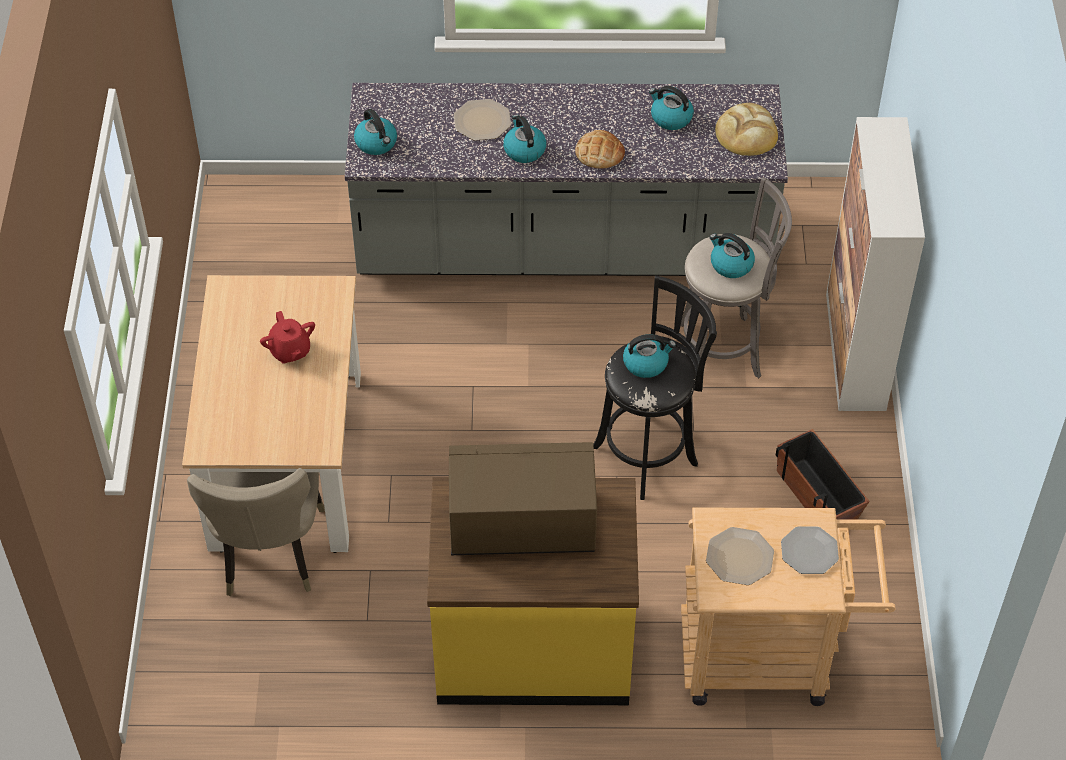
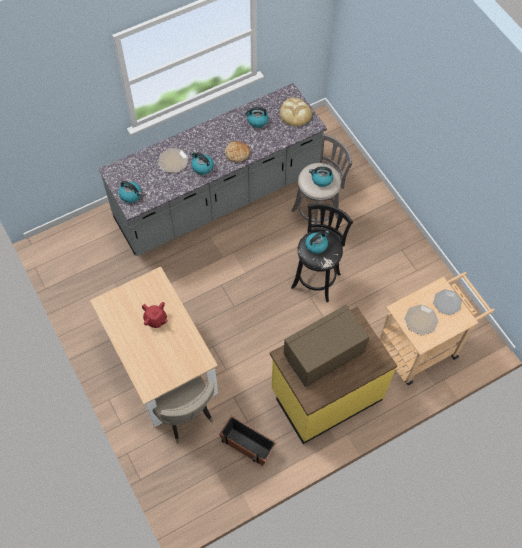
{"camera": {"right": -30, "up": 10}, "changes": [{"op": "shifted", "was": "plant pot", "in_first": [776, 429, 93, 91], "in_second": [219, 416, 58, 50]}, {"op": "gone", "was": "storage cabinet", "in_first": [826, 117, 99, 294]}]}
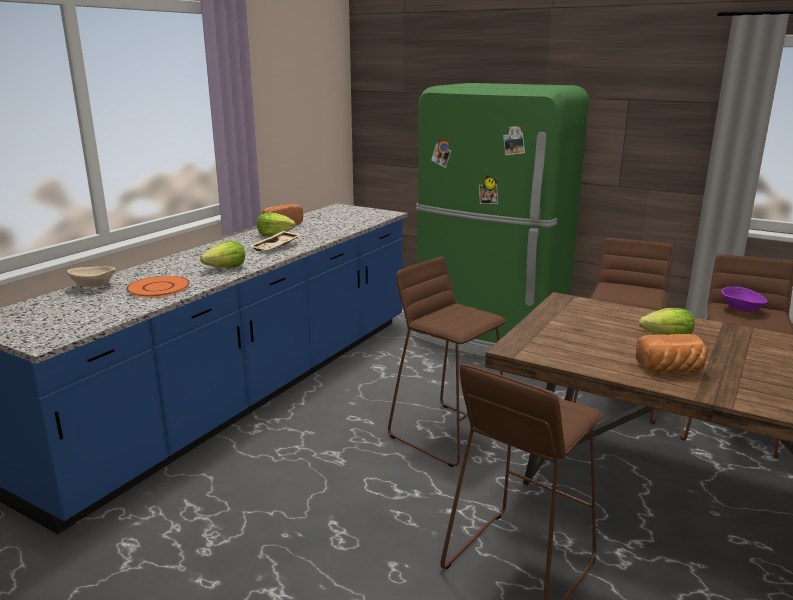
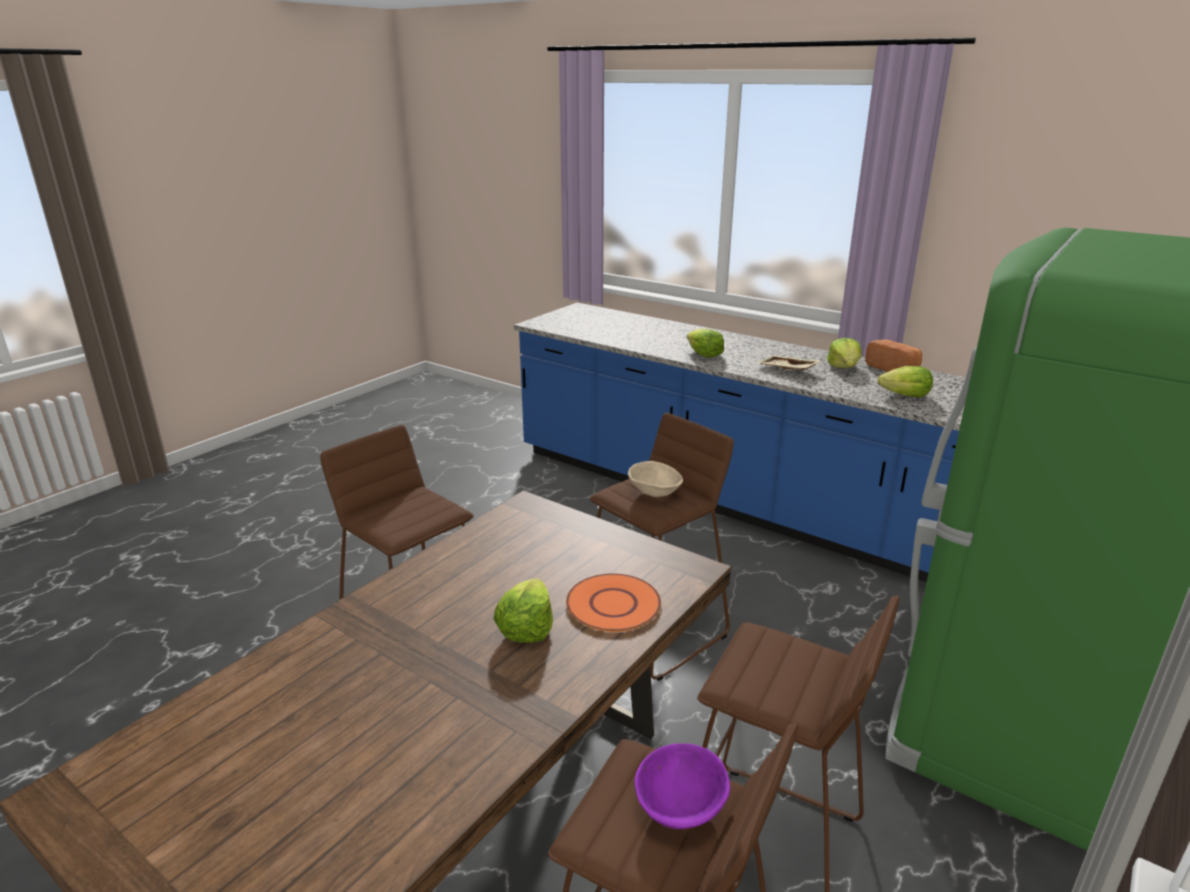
{"camera": {"right": 95, "up": 5}, "changes": [{"op": "shifted", "was": "deep dish (beige)", "in_first": [67, 266, 48, 22], "in_second": [628, 461, 55, 36]}, {"op": "shifted", "was": "flat dish (orangey)", "in_first": [126, 276, 64, 21], "in_second": [566, 573, 95, 59]}, {"op": "gone", "was": "baked bread", "in_first": [636, 334, 72, 39]}, {"op": "new", "now": "head of lettuce", "in_second": [878, 366, 55, 31]}]}
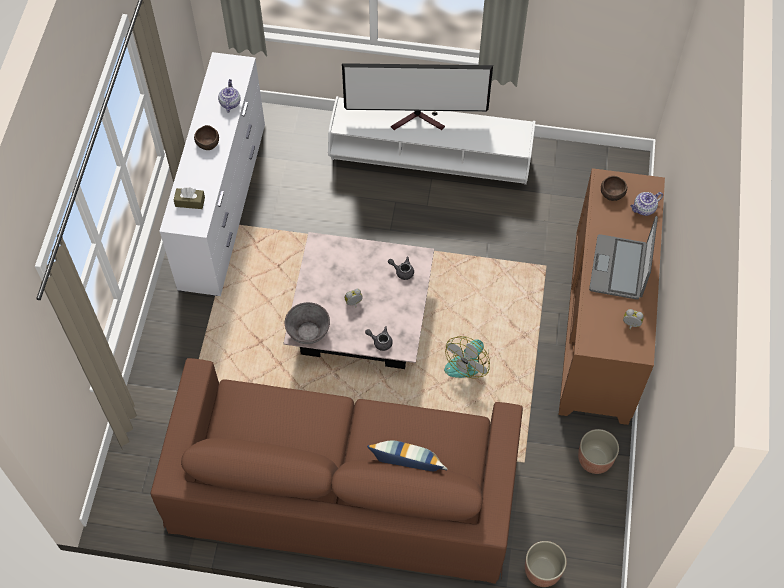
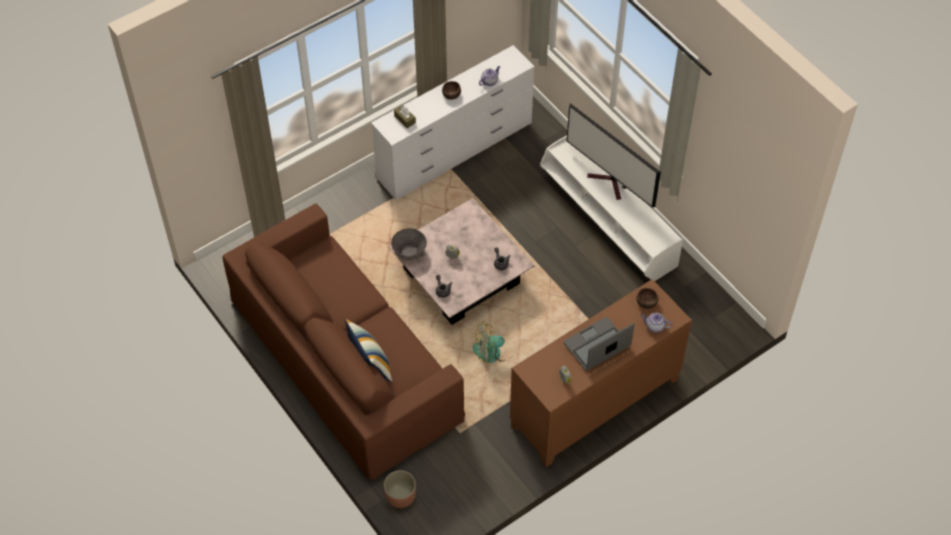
{"camera": {"right": 45, "up": -5}, "changes": [{"op": "gone", "was": "plant pot", "in_first": [578, 429, 41, 45]}]}
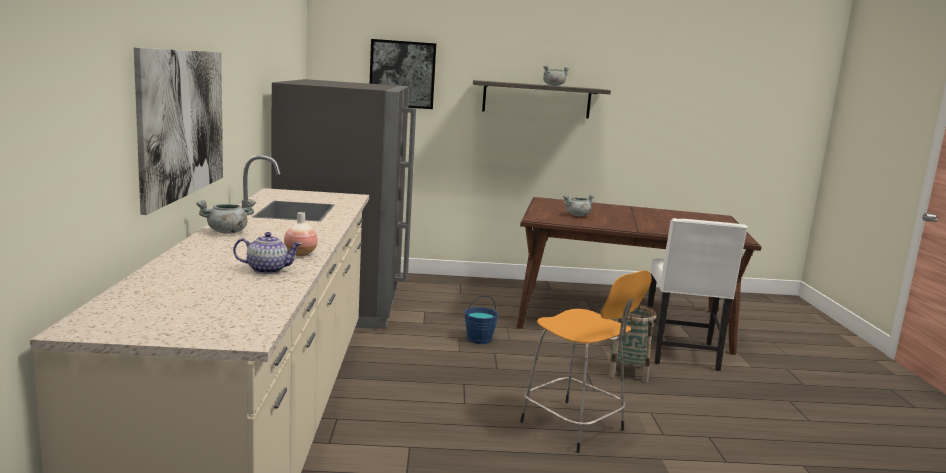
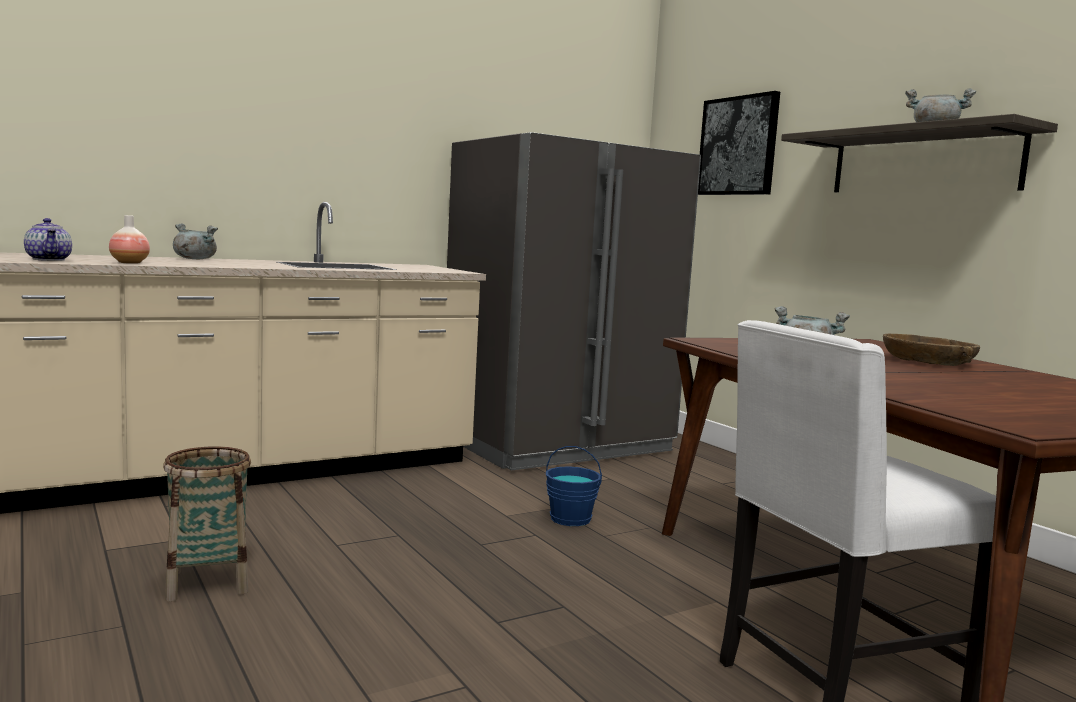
{"camera": {"right": 60, "up": -5}, "changes": [{"op": "gone", "was": "wall picture", "in_first": [134, 47, 89, 168]}, {"op": "gone", "was": "sitting stool (orangey)", "in_first": [520, 270, 132, 183]}, {"op": "shifted", "was": "basket", "in_first": [608, 305, 48, 77], "in_second": [163, 447, 88, 155]}, {"op": "new", "now": "deep dish (brown)", "in_second": [883, 333, 97, 33]}]}
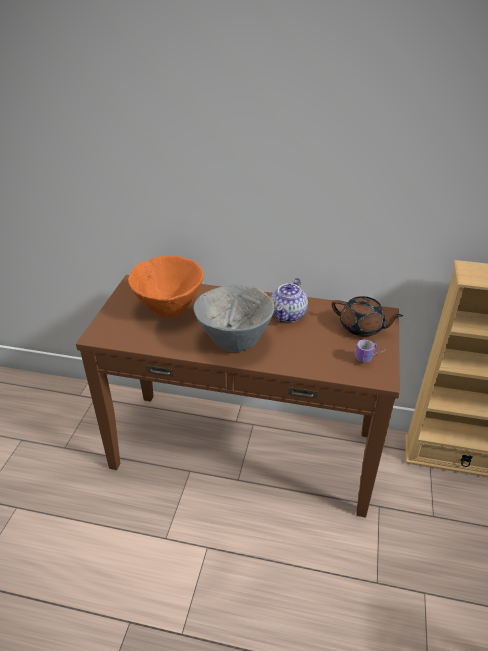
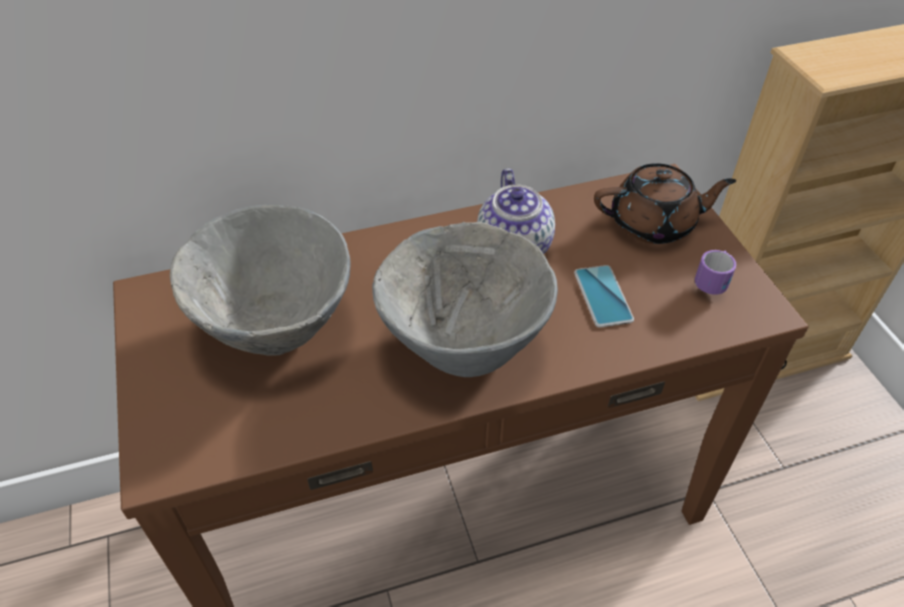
{"camera": {"right": -30, "up": 10}, "changes": [{"op": "repainted", "was": "deep dish (orangey)", "now": "deep dish (grey)", "in_first": [128, 256, 76, 62], "in_second": [170, 205, 180, 151]}, {"op": "new", "now": "handset", "in_second": [574, 265, 60, 62]}]}
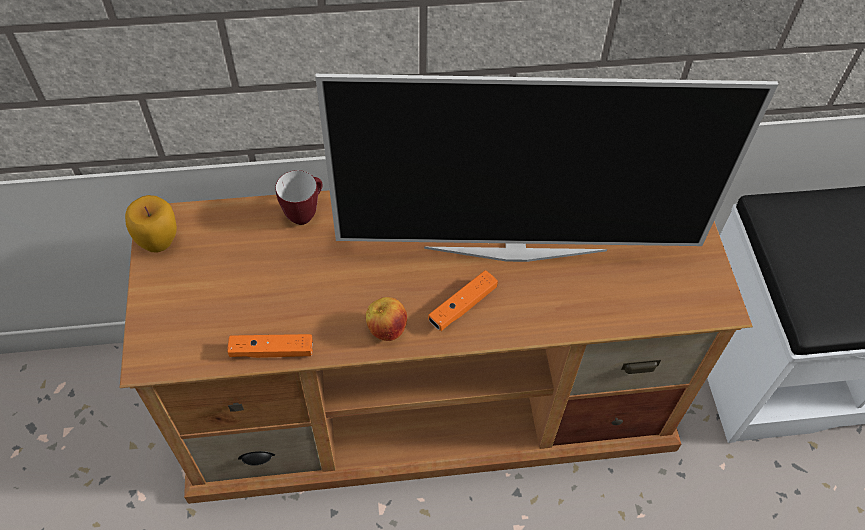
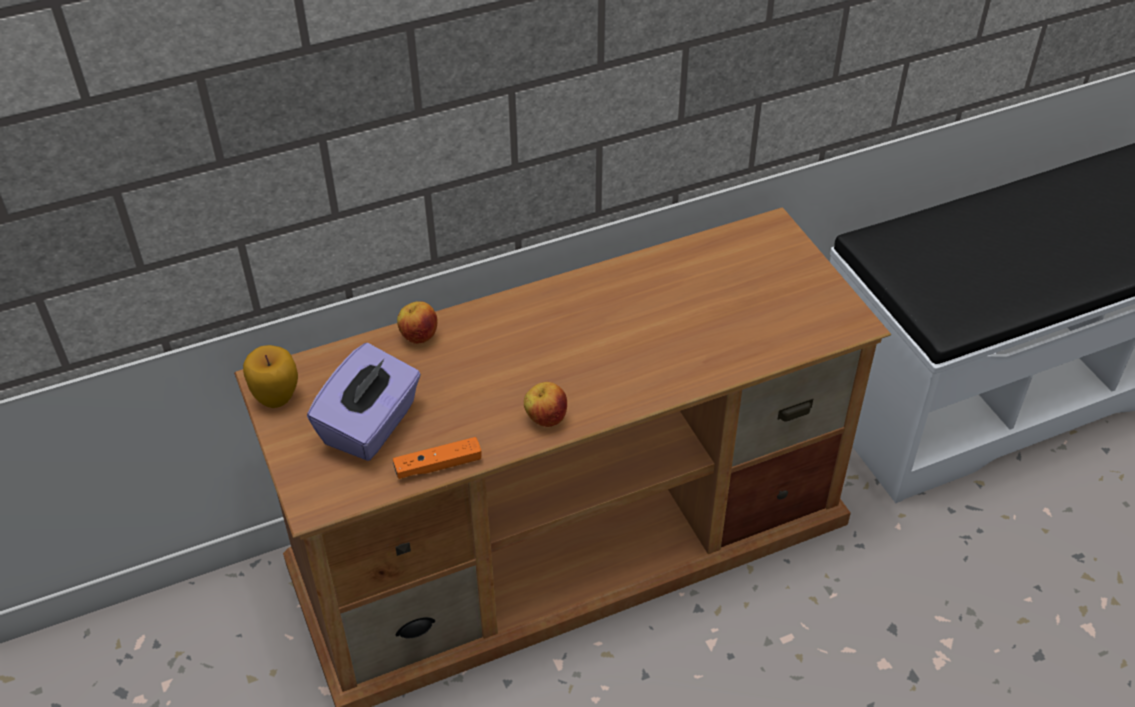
{"camera": {"right": -15, "up": -10}, "changes": [{"op": "swapped", "was": "mug", "now": "apple fruit", "in_first": [275, 170, 47, 55], "in_second": [397, 301, 41, 43]}, {"op": "gone", "was": "TV", "in_first": [315, 74, 463, 188]}, {"op": "gone", "was": "game controller (orangey)", "in_first": [428, 270, 70, 61]}, {"op": "new", "now": "box of tissues (purplish)", "in_second": [307, 343, 114, 118]}]}
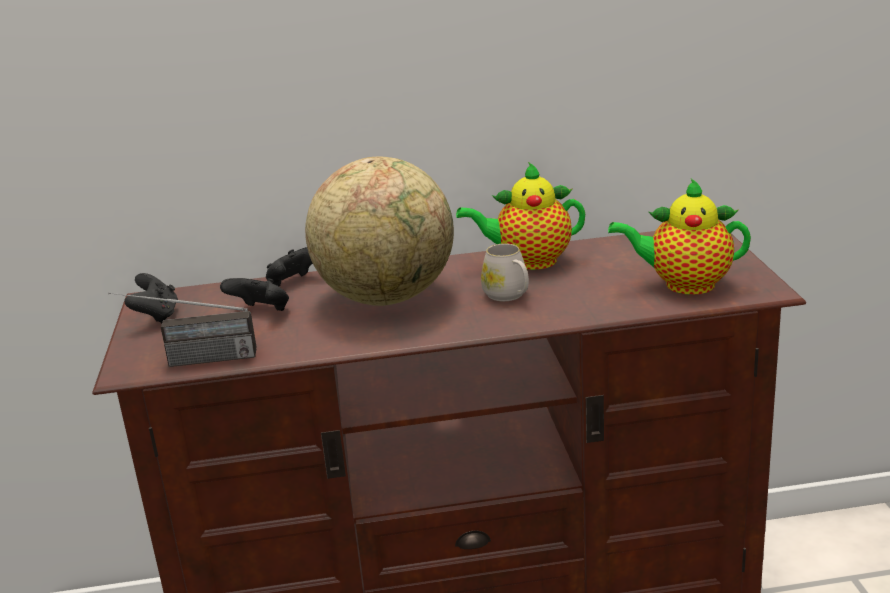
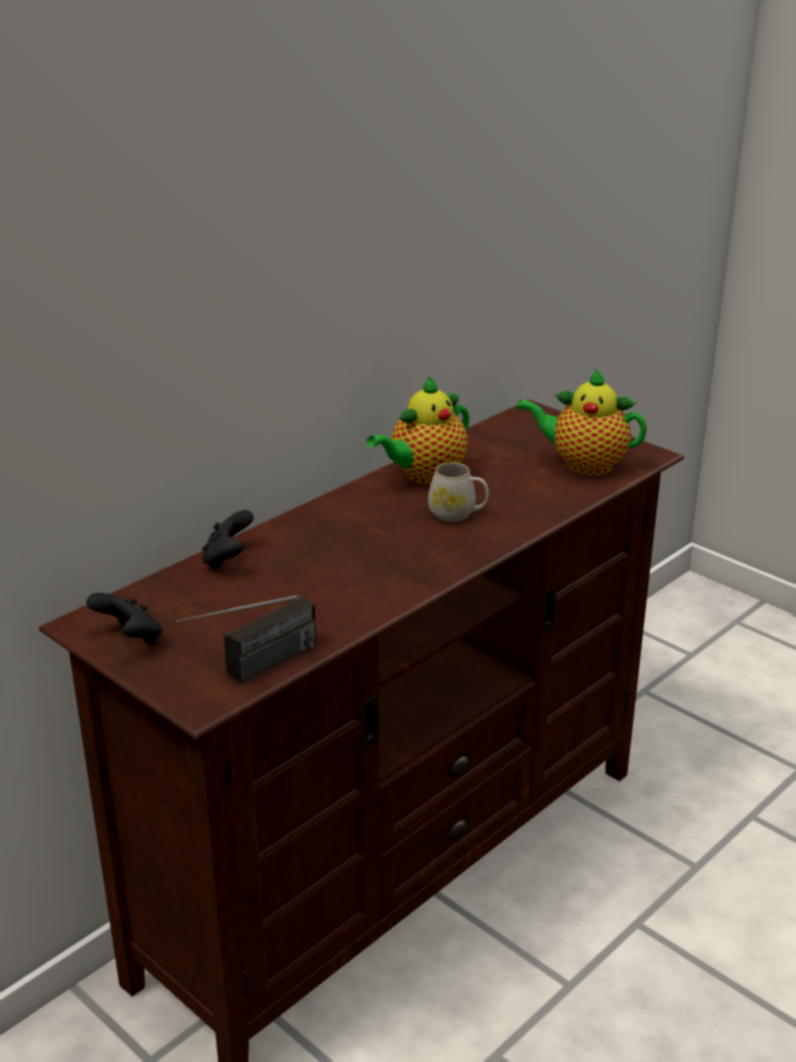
{"camera": {"right": -40, "up": 5}, "changes": [{"op": "gone", "was": "game controller (black)", "in_first": [220, 278, 69, 33]}, {"op": "gone", "was": "desk globe", "in_first": [305, 157, 149, 149]}, {"op": "rotated", "was": "pot for tea", "in_first": [608, 179, 143, 116], "in_second": [516, 367, 131, 109], "clockwise": 45}]}
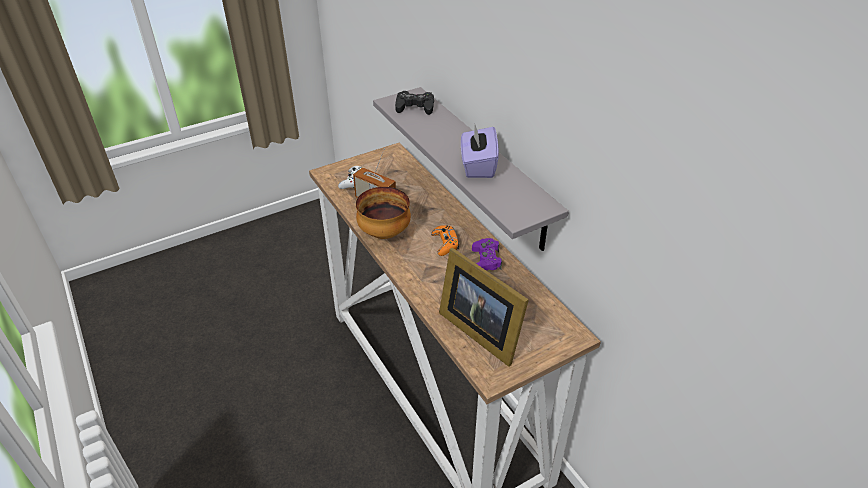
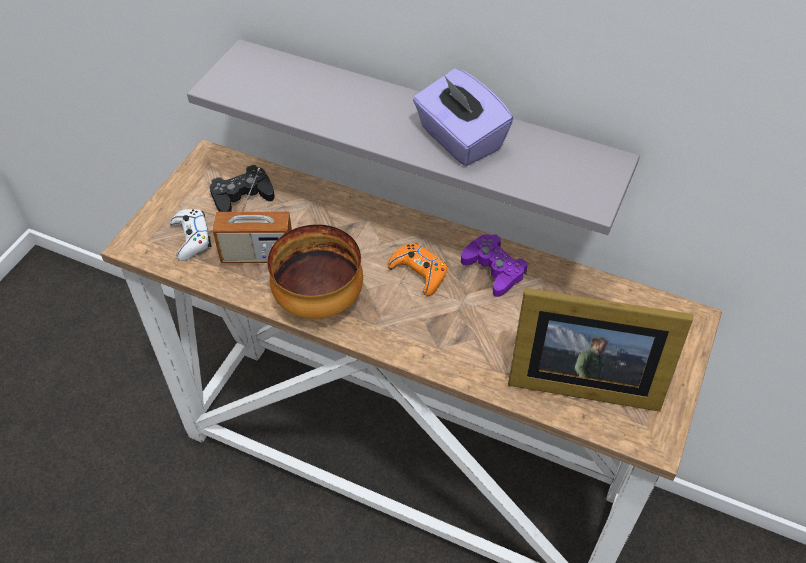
{"camera": {"right": -35, "up": 10}, "changes": [{"op": "shifted", "was": "game controller (black)", "in_first": [395, 91, 39, 24], "in_second": [210, 165, 65, 47]}]}
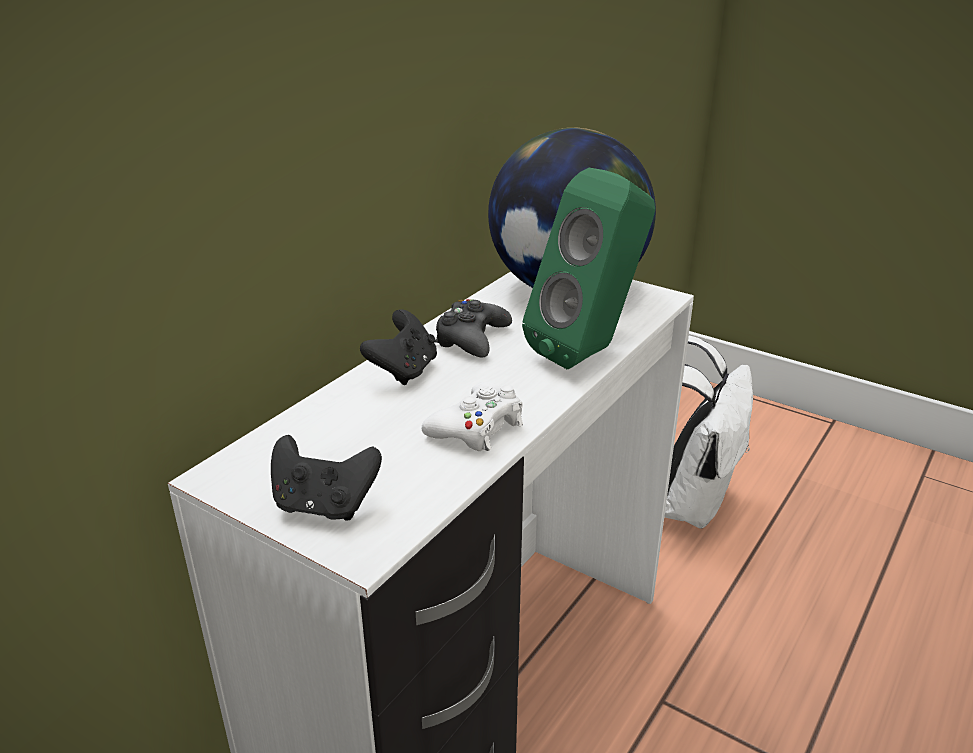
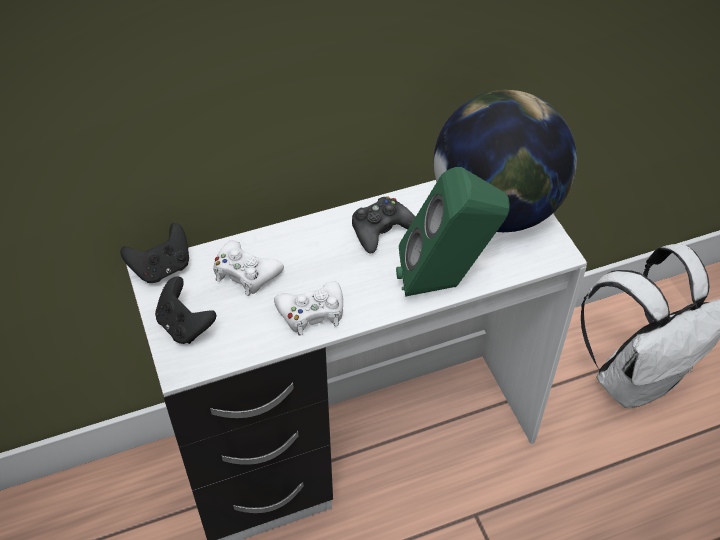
{"camera": {"right": 35, "up": 20}, "changes": [{"op": "shifted", "was": "game controller (black)", "in_first": [360, 309, 77, 76], "in_second": [120, 223, 69, 60]}, {"op": "new", "now": "game controller (white)", "in_second": [213, 240, 71, 56]}]}
